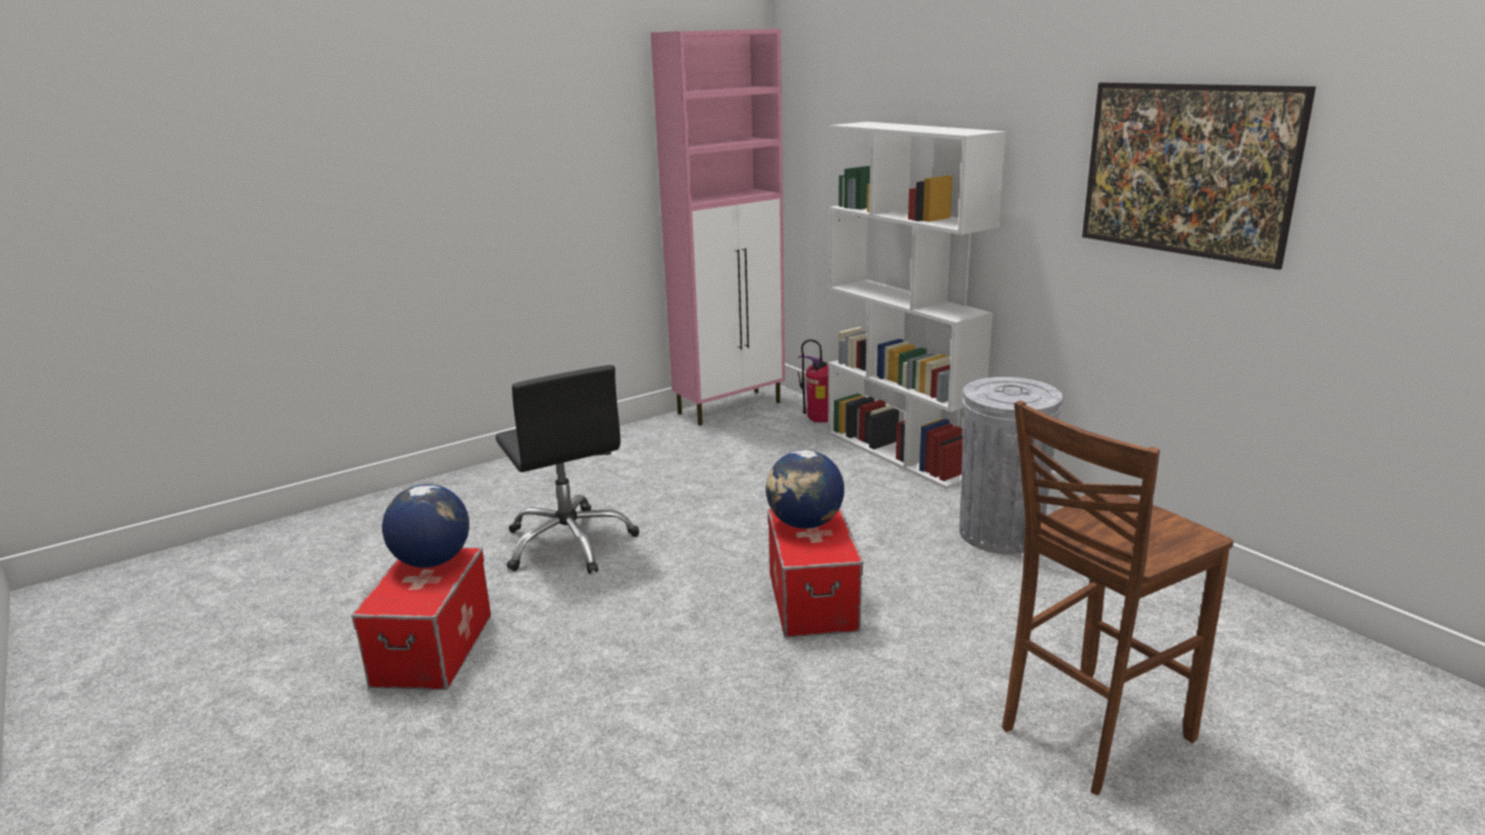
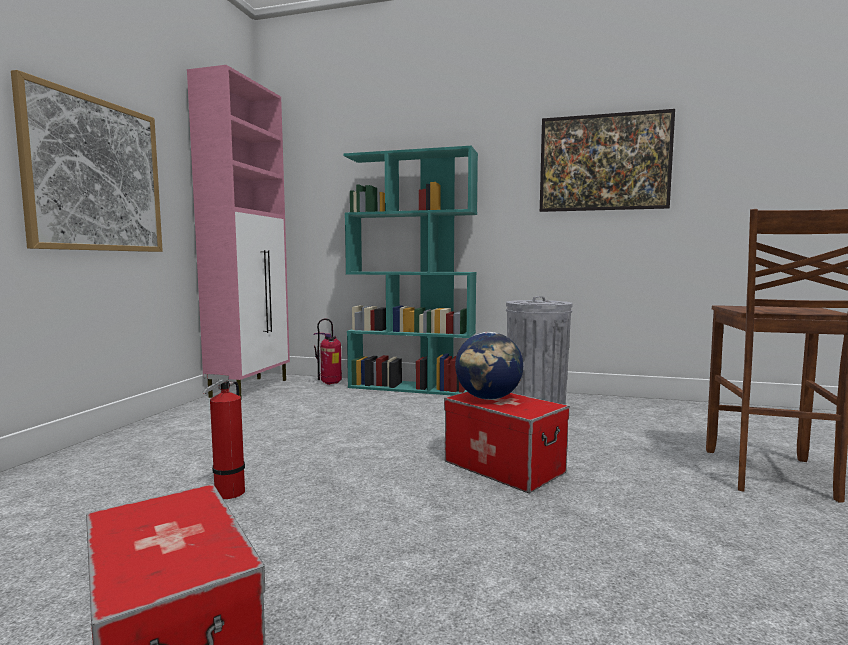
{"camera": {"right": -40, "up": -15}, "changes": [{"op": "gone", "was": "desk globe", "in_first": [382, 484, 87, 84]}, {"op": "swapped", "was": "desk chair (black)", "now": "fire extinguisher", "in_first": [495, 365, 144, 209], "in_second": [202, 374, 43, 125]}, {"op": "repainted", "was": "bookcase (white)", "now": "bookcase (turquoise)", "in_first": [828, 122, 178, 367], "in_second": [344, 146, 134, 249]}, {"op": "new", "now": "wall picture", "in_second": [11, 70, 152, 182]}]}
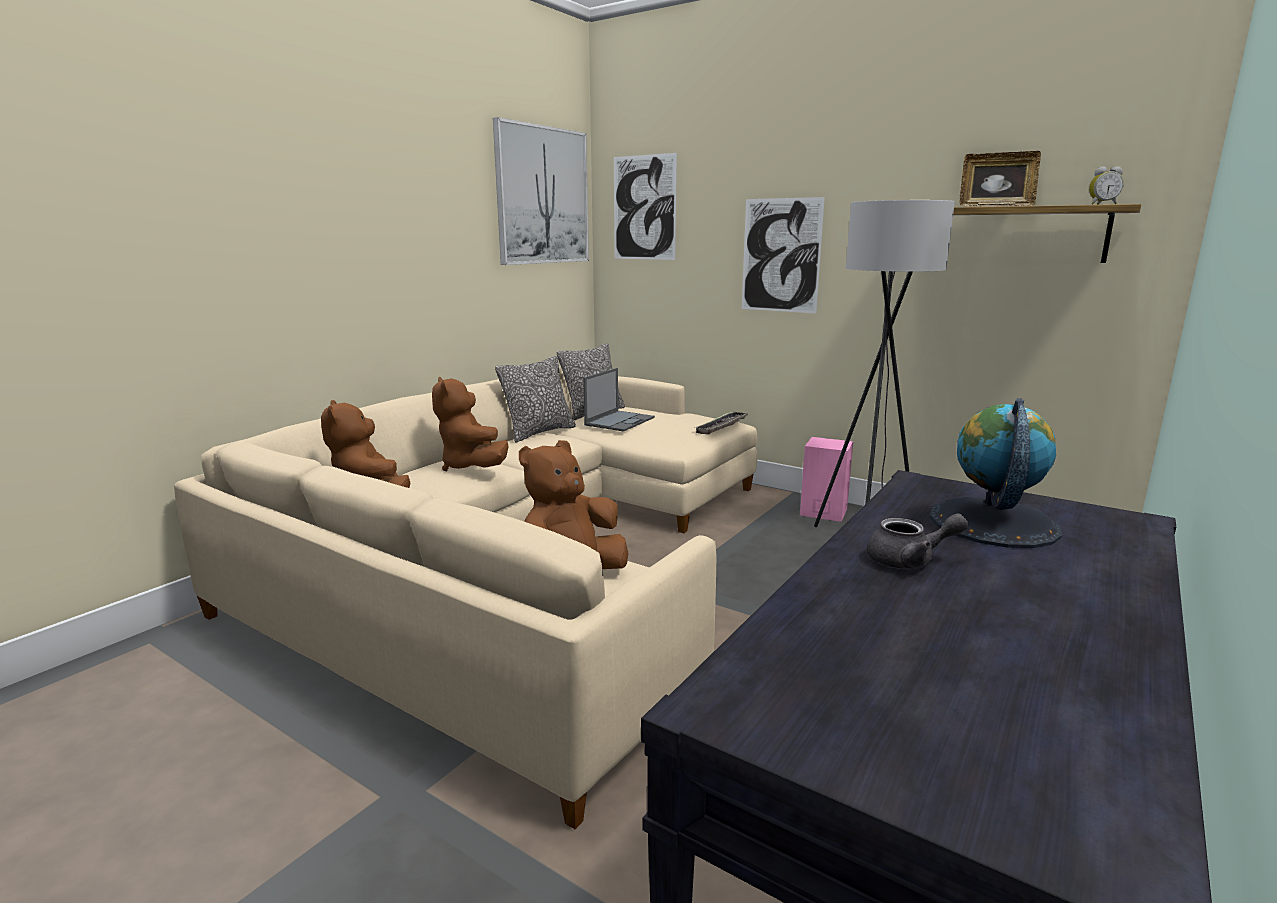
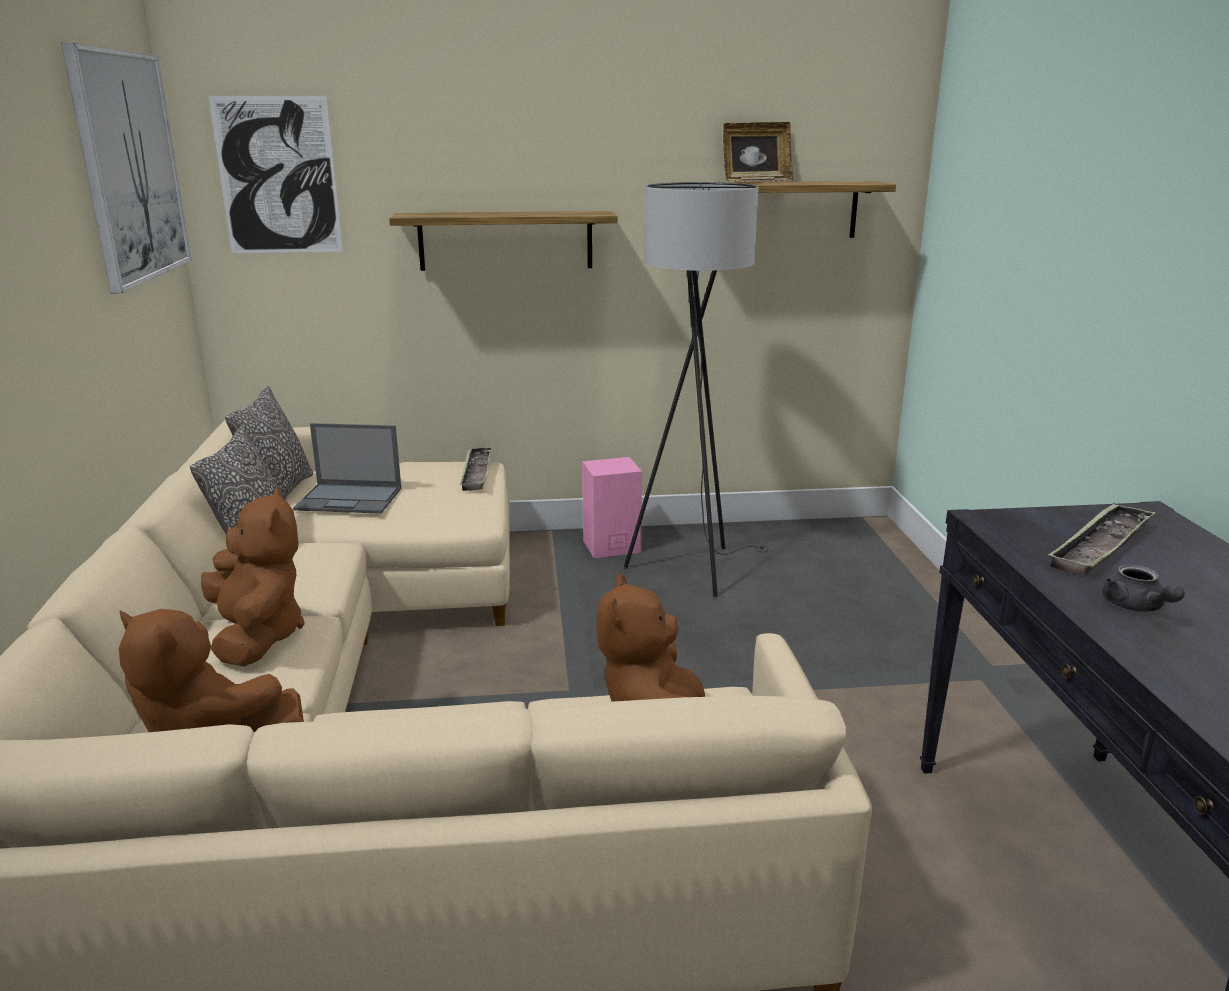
{"camera": {"right": -40, "up": 5}, "changes": [{"op": "rotated", "was": "plush toy (brown)", "in_first": [432, 377, 76, 94], "in_second": [201, 488, 104, 179], "clockwise": -135}, {"op": "rotated", "was": "notebook computer", "in_first": [583, 368, 72, 63], "in_second": [293, 423, 108, 91], "clockwise": 105}, {"op": "swapped", "was": "wall picture", "now": "wall shelf", "in_first": [742, 197, 83, 116], "in_second": [389, 211, 229, 60]}, {"op": "rotated", "was": "pot for tea (grey)", "in_first": [867, 513, 101, 56], "in_second": [1103, 564, 82, 48], "clockwise": 120}, {"op": "swapped", "was": "desk globe", "now": "serving tray", "in_first": [930, 398, 132, 150], "in_second": [1048, 503, 108, 73]}, {"op": "gone", "was": "alarm clock", "in_first": [1089, 166, 35, 39]}]}
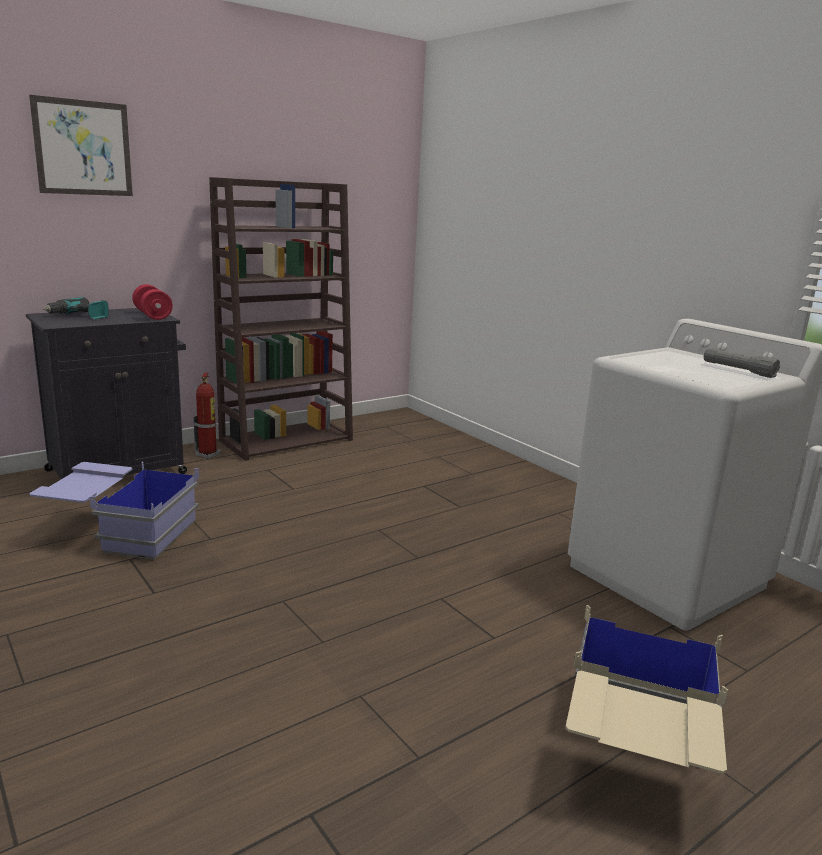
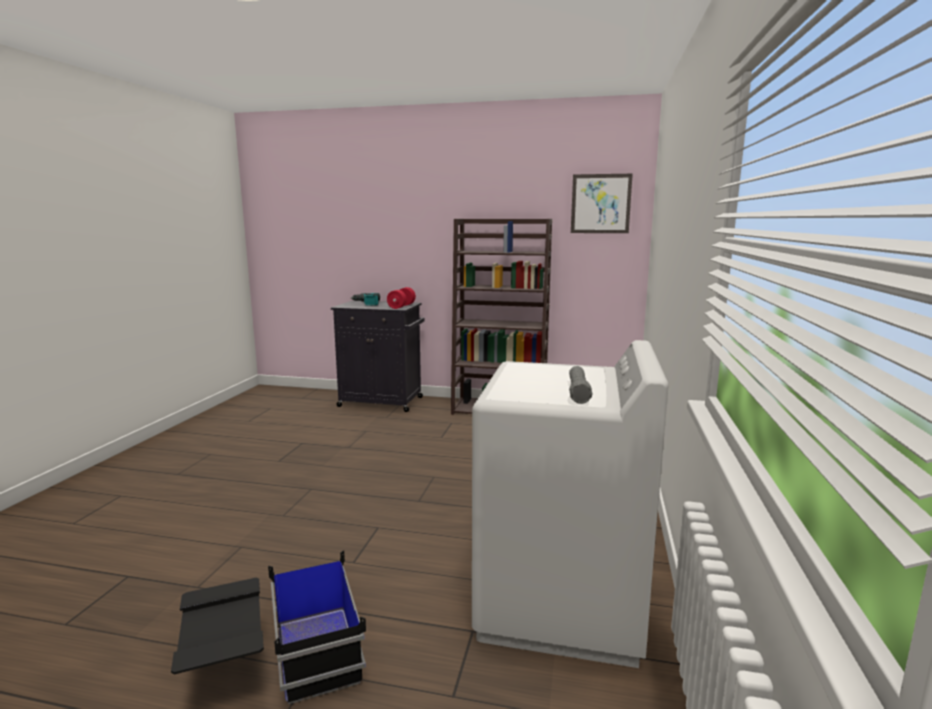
{"camera": {"right": 50, "up": -5}, "changes": [{"op": "shifted", "was": "wall picture", "in_first": [29, 95, 104, 101], "in_second": [571, 174, 62, 59]}, {"op": "gone", "was": "storage bin (bluish)", "in_first": [29, 462, 170, 98]}, {"op": "gone", "was": "fire extinguisher", "in_first": [193, 372, 28, 87]}, {"op": "repainted", "was": "storage bin (beige)", "now": "storage bin (black)", "in_first": [565, 605, 164, 169], "in_second": [171, 550, 195, 154]}]}
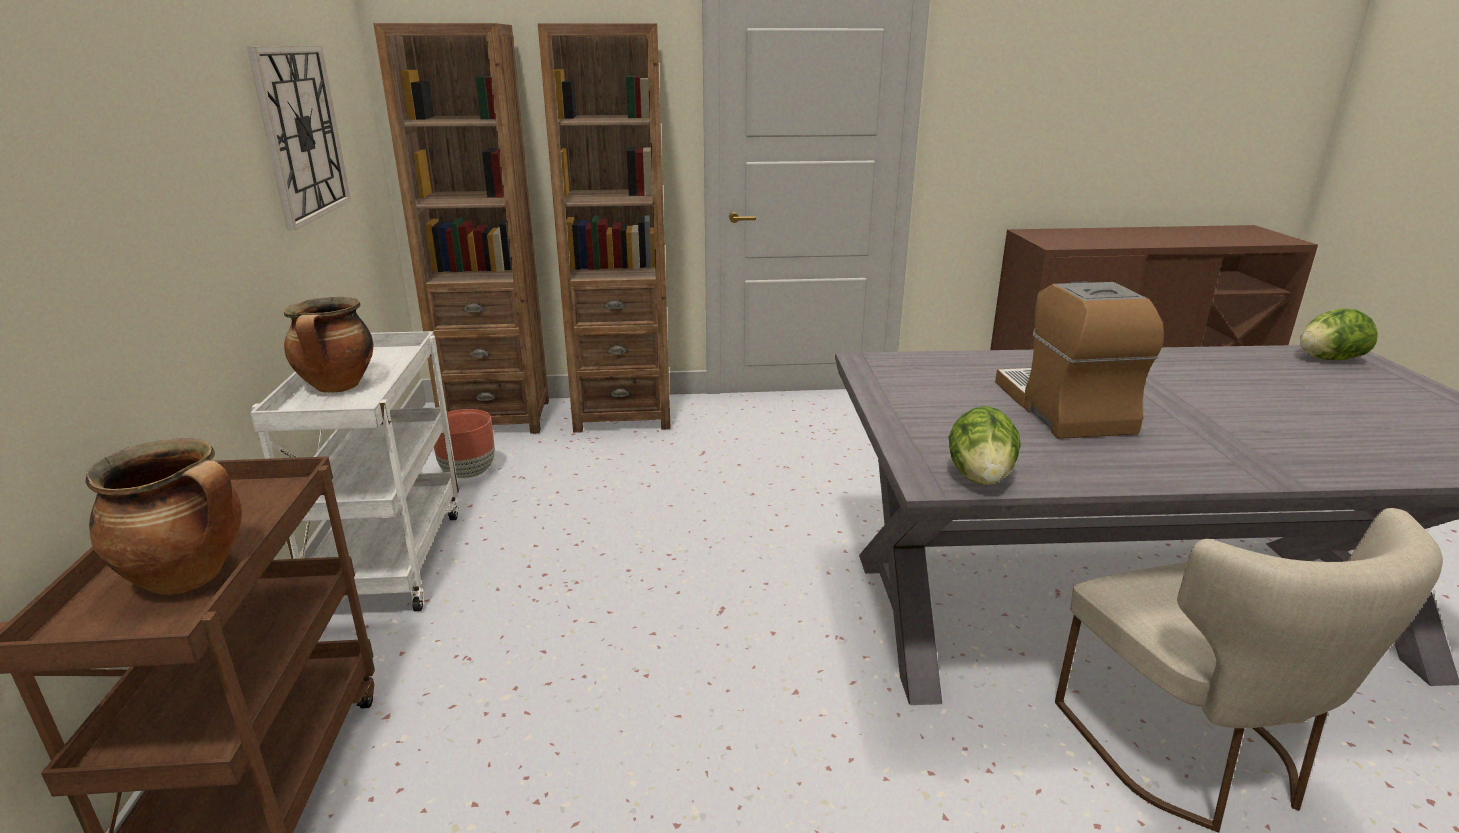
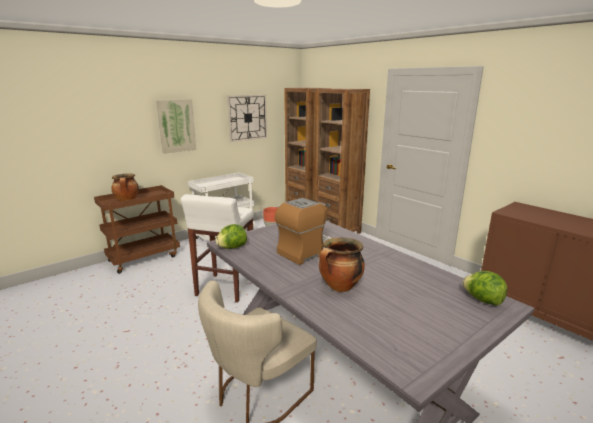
{"camera": {"right": 55, "up": -5}, "changes": [{"op": "shifted", "was": "stockpot", "in_first": [284, 297, 89, 96], "in_second": [319, 237, 46, 55]}, {"op": "new", "now": "wall picture", "in_second": [156, 99, 40, 55]}, {"op": "new", "now": "sitting stool (white)", "in_second": [181, 194, 73, 109]}]}
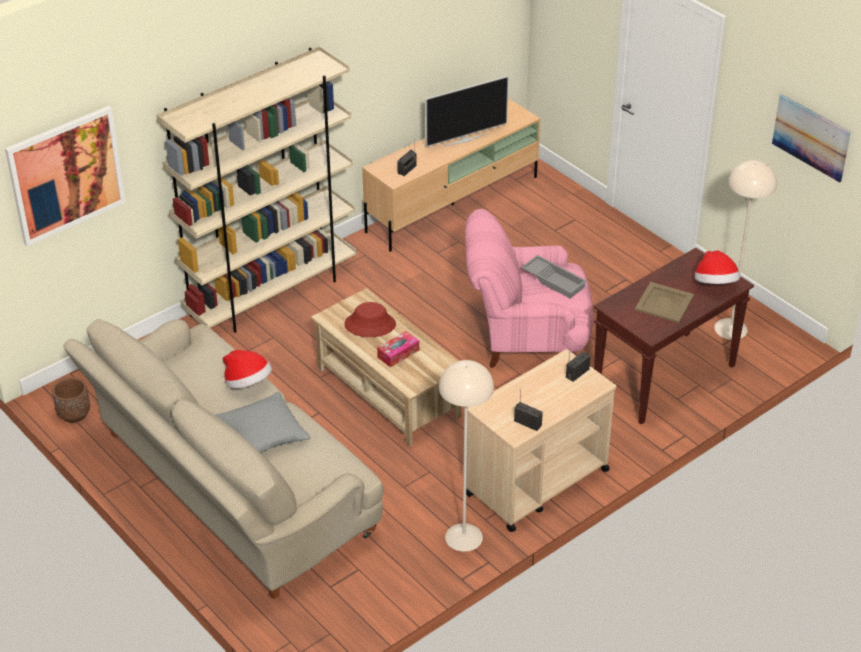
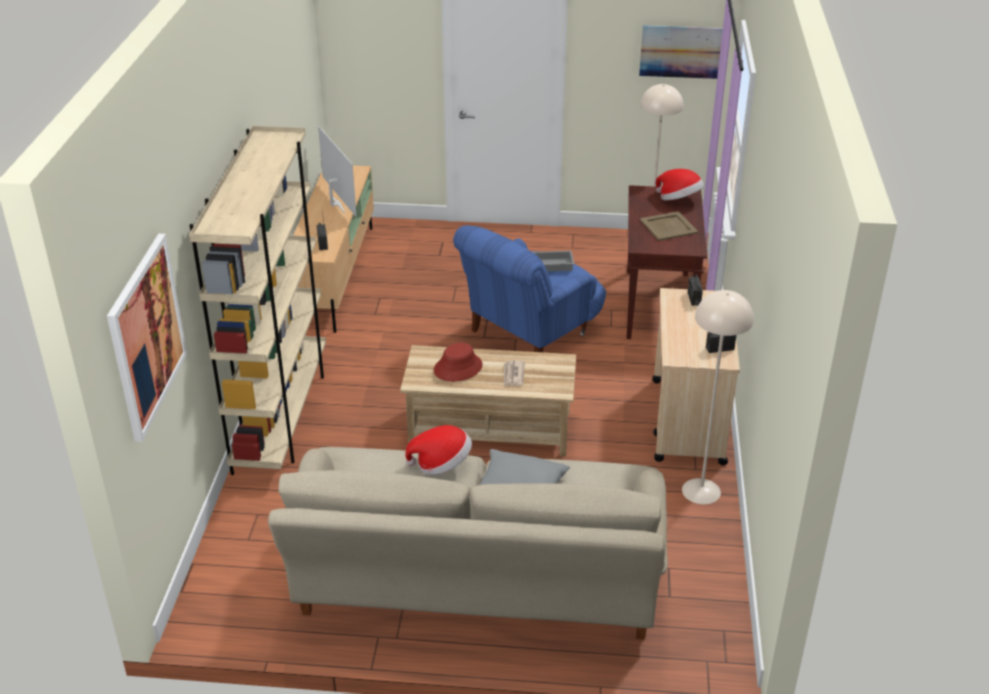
{"camera": {"right": -45, "up": -5}, "changes": [{"op": "gone", "was": "plant pot (brown)", "in_first": [52, 377, 38, 46]}, {"op": "swapped", "was": "box of tissues", "now": "daily paper", "in_first": [377, 331, 42, 36], "in_second": [504, 360, 21, 27]}, {"op": "rotated", "was": "TV", "in_first": [425, 76, 84, 71], "in_second": [318, 126, 39, 91], "clockwise": -45}, {"op": "repainted", "was": "armchair (pink-coloured)", "now": "armchair (bluish)", "in_first": [465, 209, 128, 159], "in_second": [453, 225, 153, 127]}]}
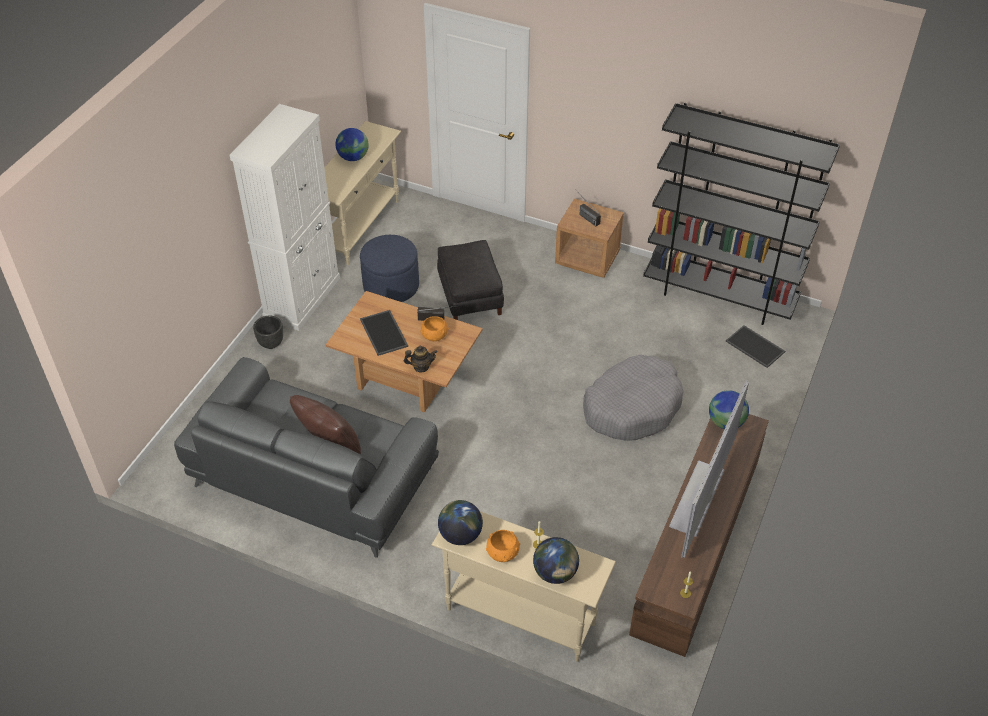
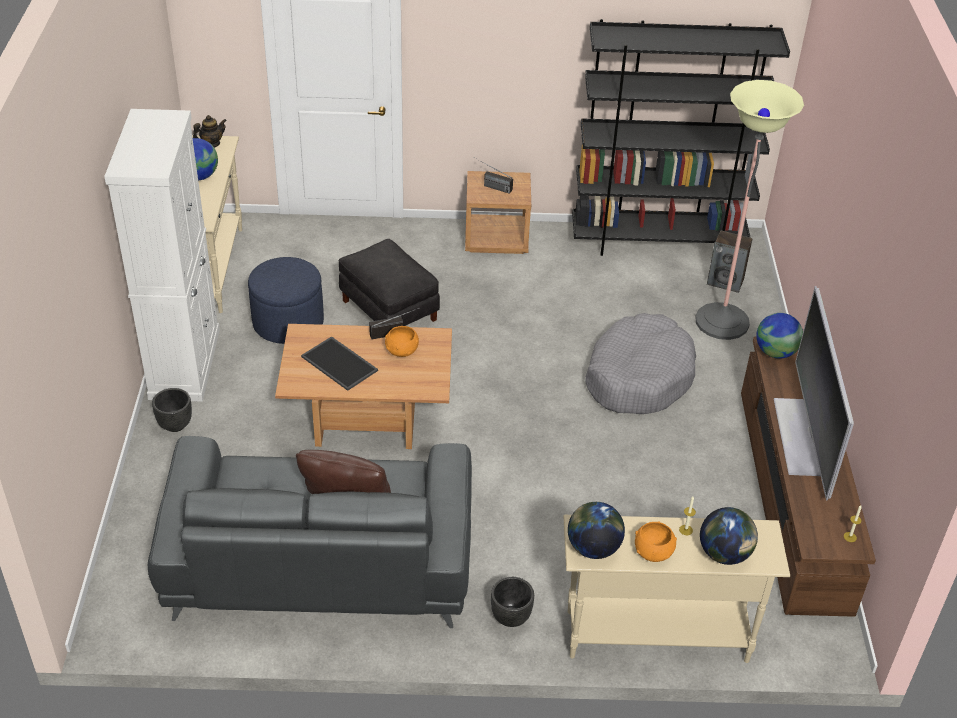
{"camera": {"right": -25, "up": -5}, "changes": [{"op": "shifted", "was": "pot for tea", "in_first": [404, 346, 33, 27], "in_second": [193, 115, 34, 33]}, {"op": "swapped", "was": "serving tray", "now": "loudspeaker", "in_first": [726, 325, 59, 43], "in_second": [707, 230, 45, 63]}, {"op": "new", "now": "plant pot (black)", "in_second": [491, 577, 43, 50]}, {"op": "new", "now": "standard lamp", "in_second": [695, 80, 109, 260]}]}
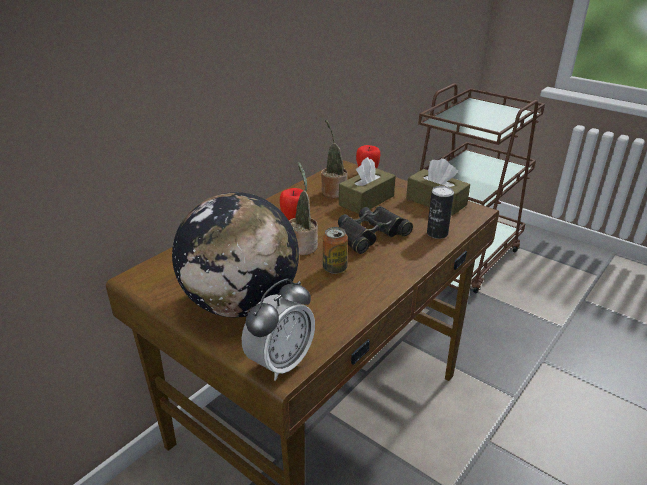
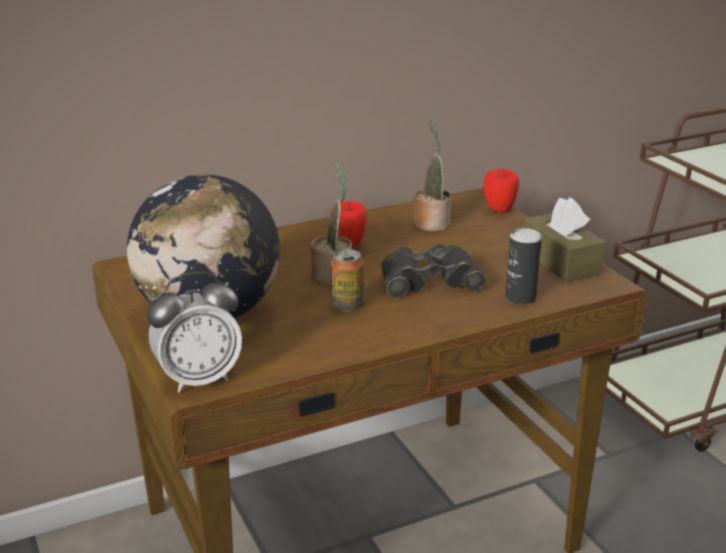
{"camera": {"right": 25, "up": -5}, "changes": [{"op": "gone", "was": "box of tissues (brown)", "in_first": [339, 157, 57, 57]}]}
